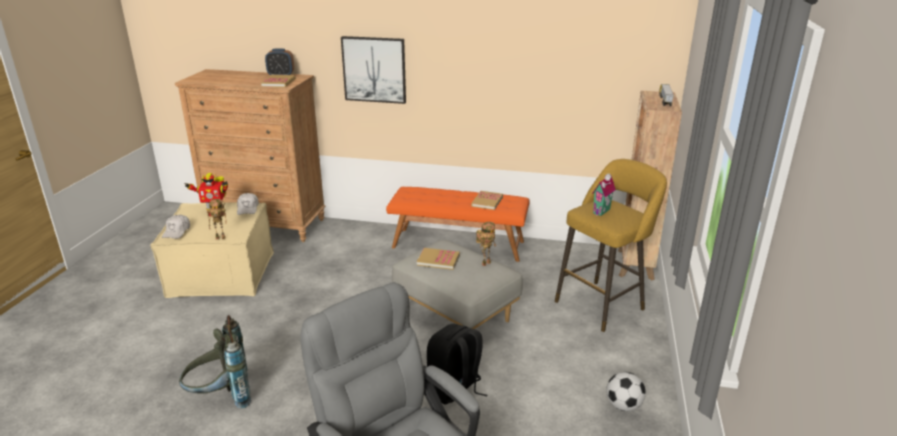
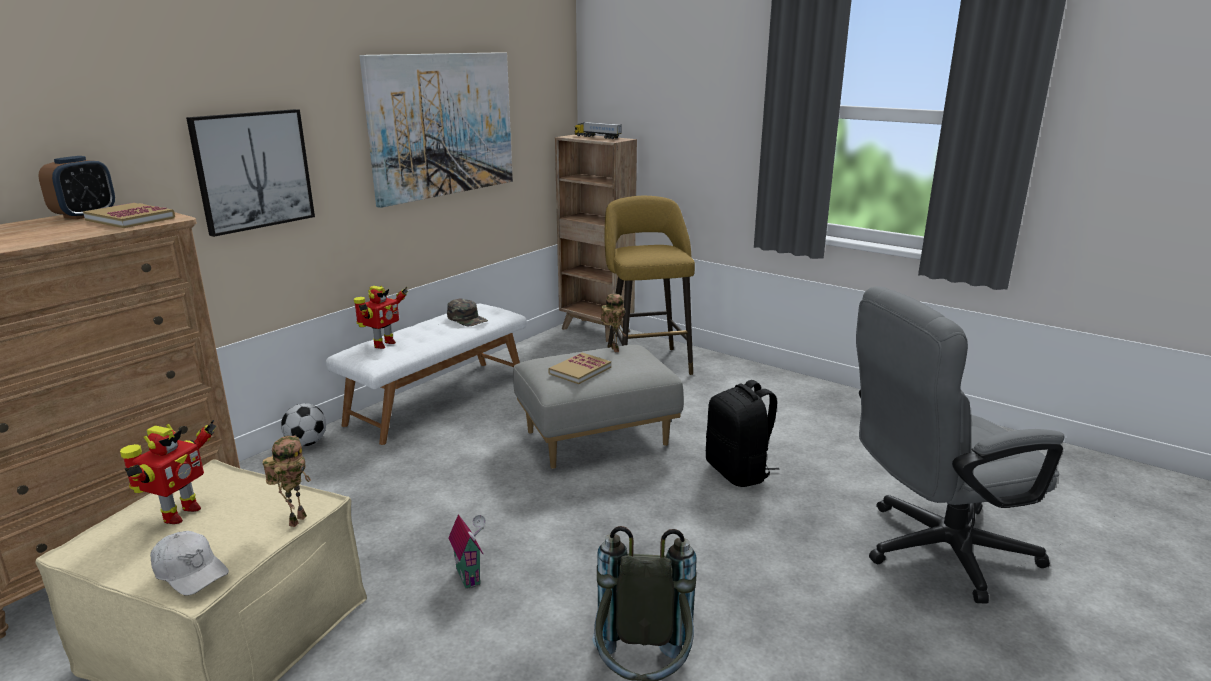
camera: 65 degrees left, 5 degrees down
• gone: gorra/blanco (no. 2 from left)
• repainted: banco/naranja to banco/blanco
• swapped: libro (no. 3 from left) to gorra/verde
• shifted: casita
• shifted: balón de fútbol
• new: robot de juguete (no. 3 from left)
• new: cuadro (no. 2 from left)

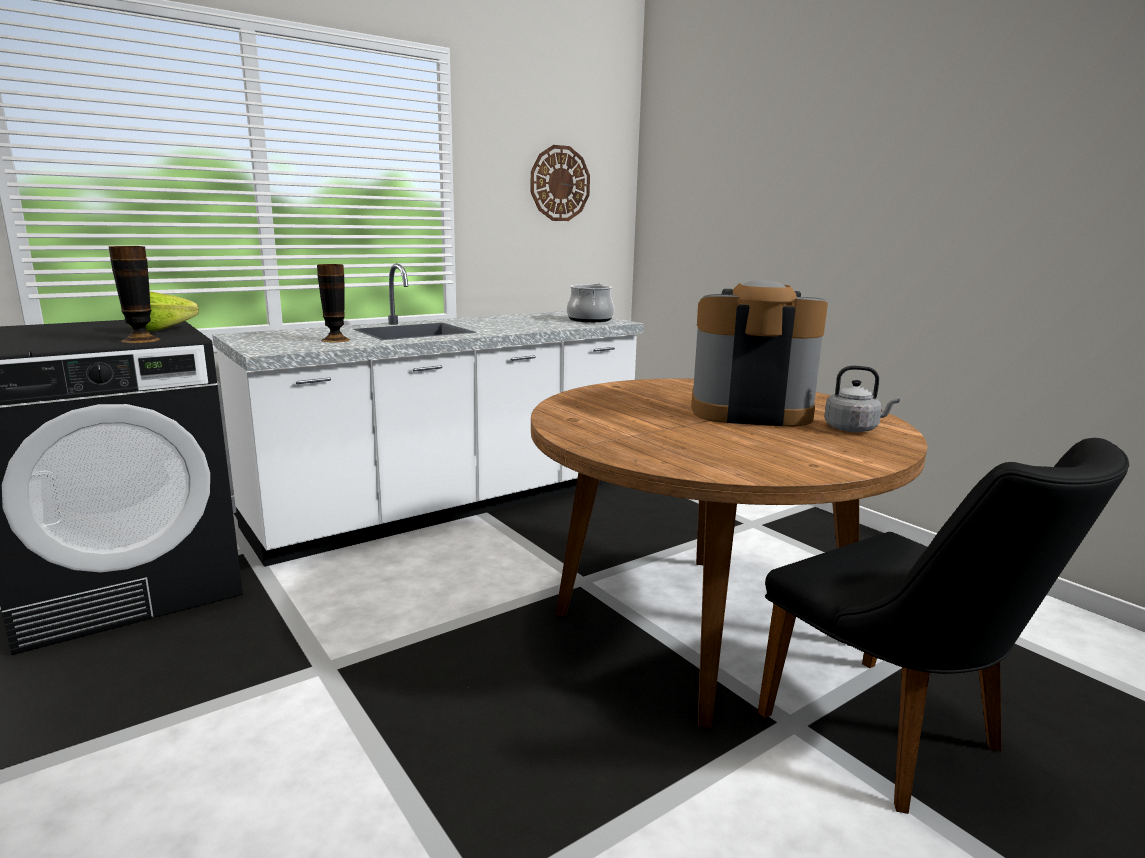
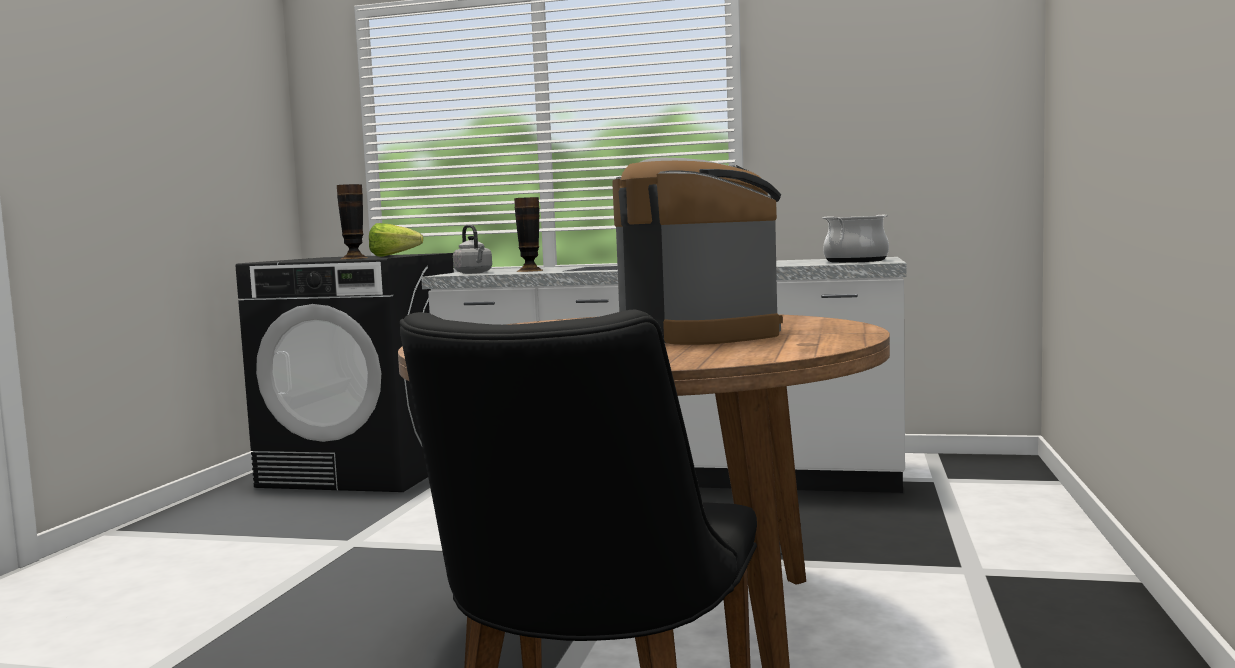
camera: 50 degrees right, 10 degrees down
• gone: reloj de pared
• shifted: hervidor/gris

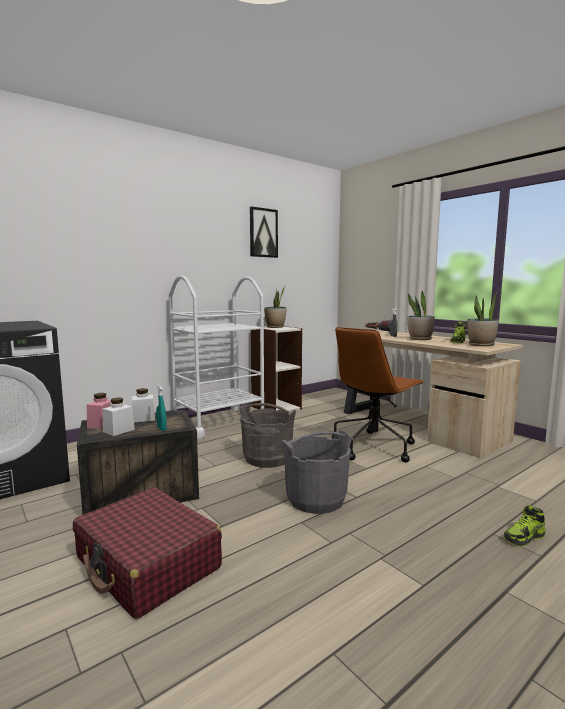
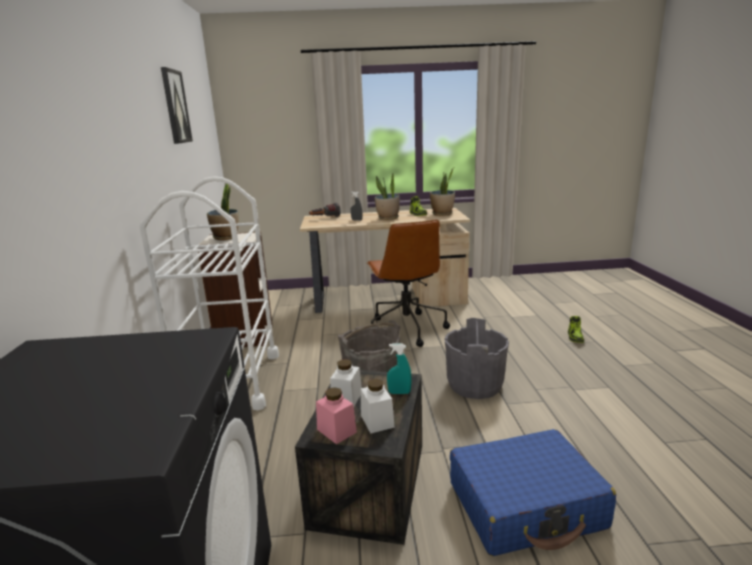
camera: 55 degrees left, 10 degrees up
• repainted: maleta/rojo to maleta/azul

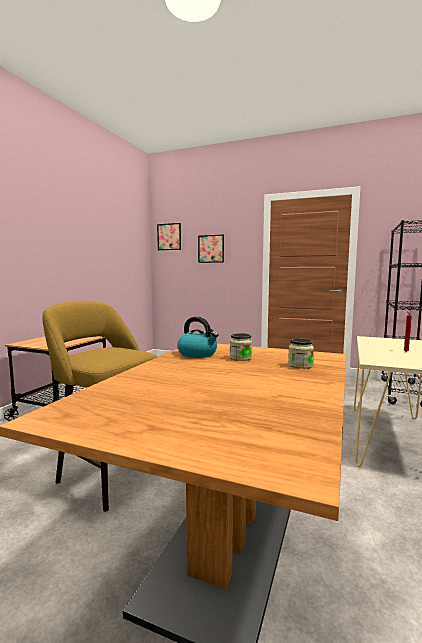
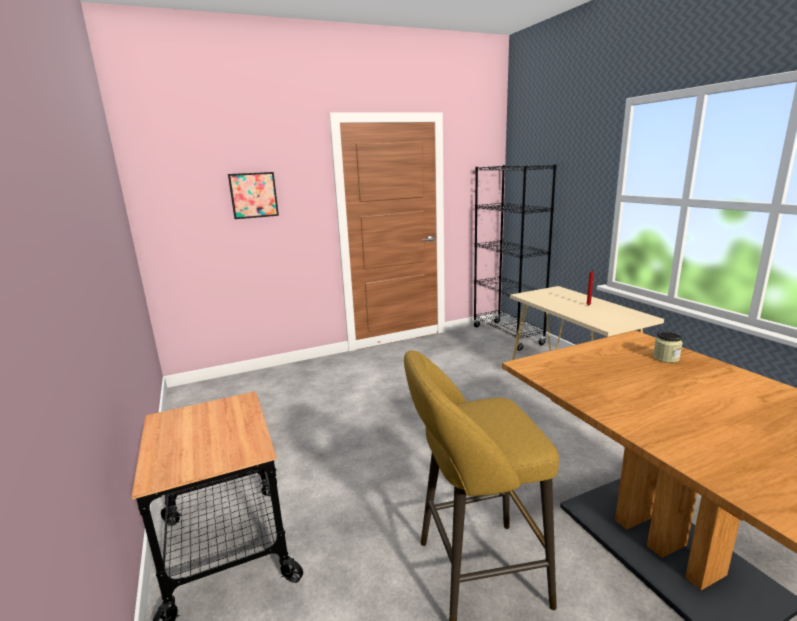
camera: 45 degrees left, 10 degrees up
• gone: cuadro (no. 1 from left)
• gone: hervidor
• gone: tarro (no. 1 from left)

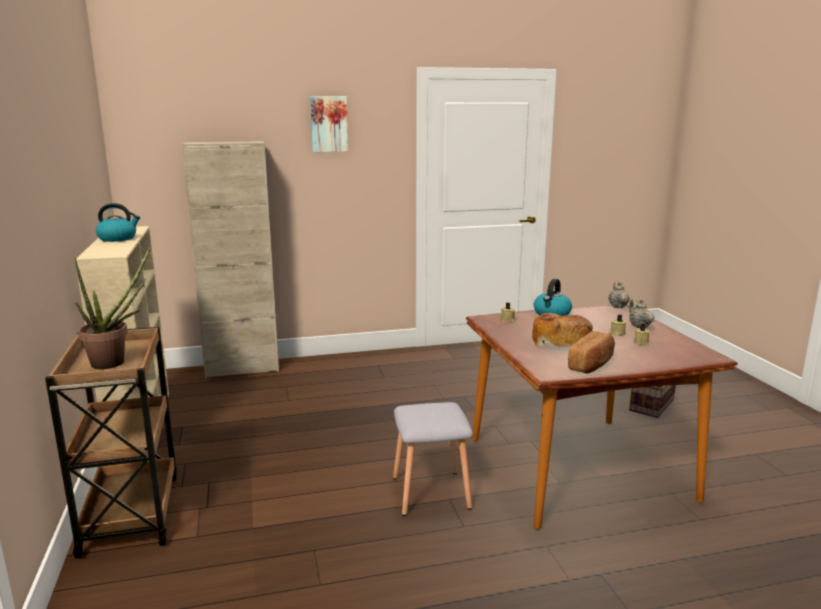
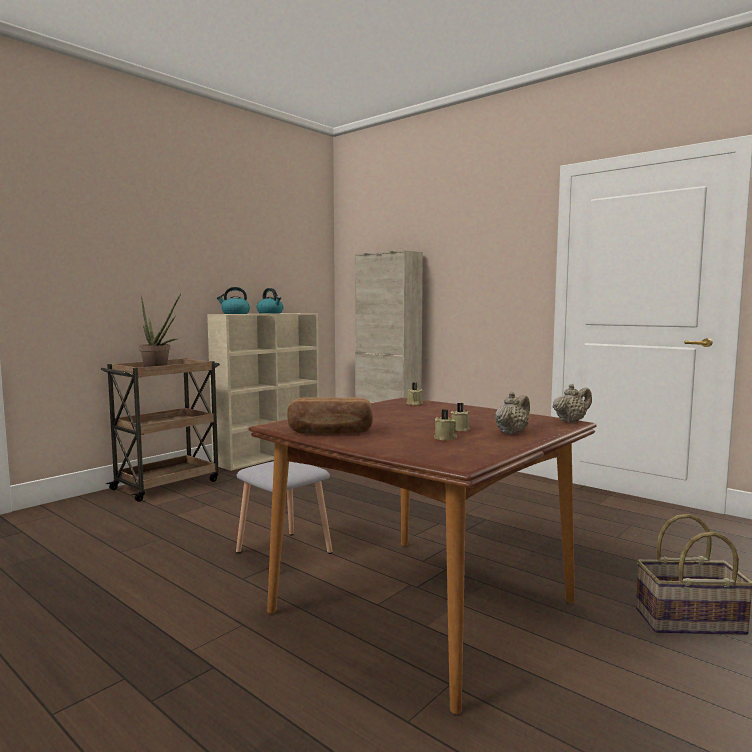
camera: 55 degrees right, 10 degrees down
• gone: cuadro
• gone: pan (no. 1 from left)
• shifted: hervidor (no. 2 from left in the first image) to hervidor (no. 1 from left)

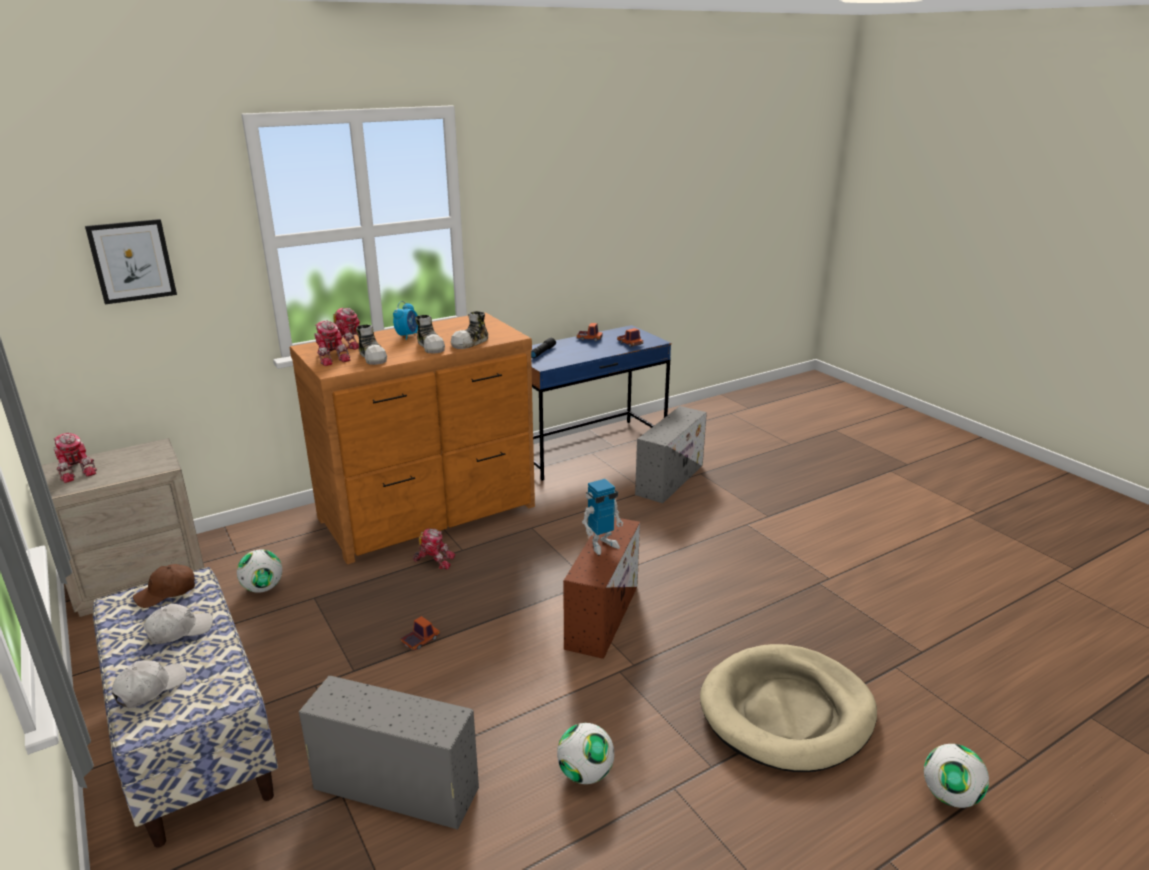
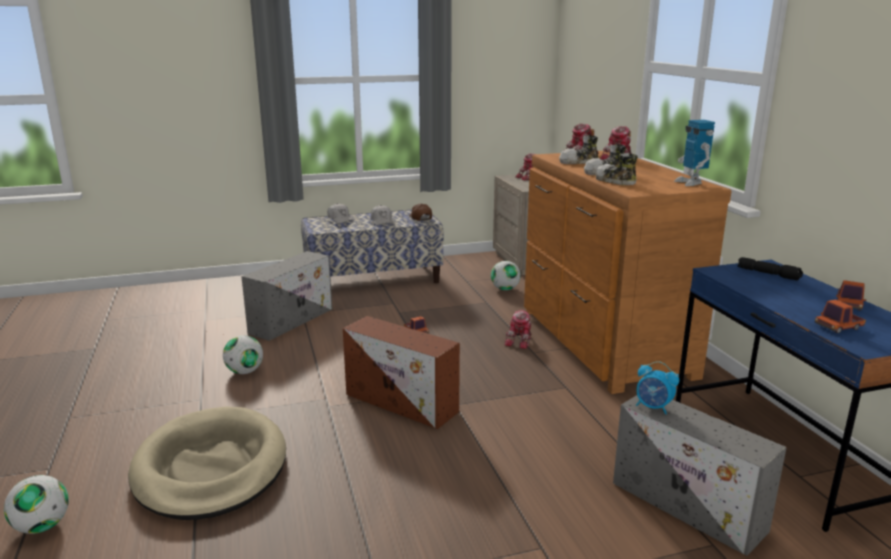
camera: 105 degrees right, 5 degrees down
• gone: cuadro
• shifted: despertador
• shifted: robot de juguete (no. 5 from left)

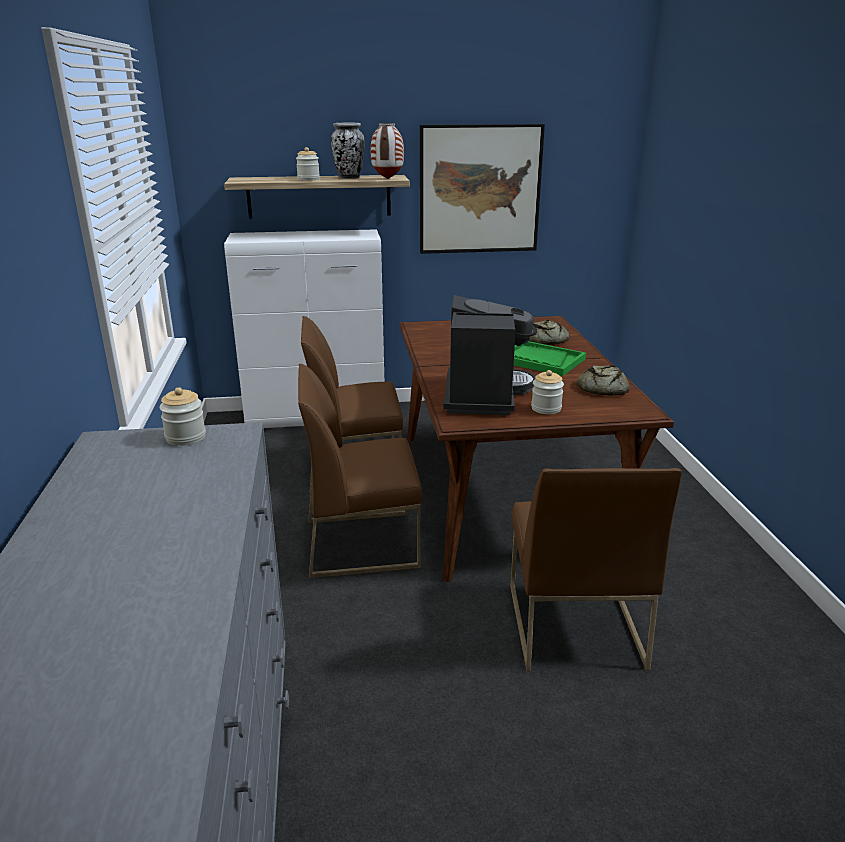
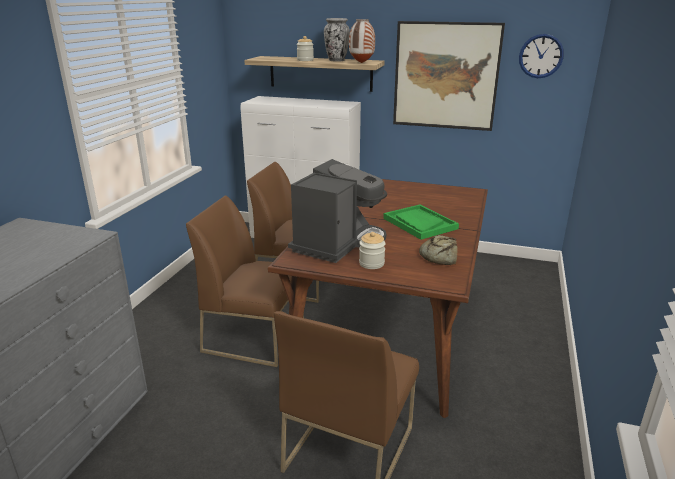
camera: 25 degrees right, 0 degrees up
• gone: tarro (no. 1 from left)
• gone: pan (no. 1 from left)
• new: reloj de pared

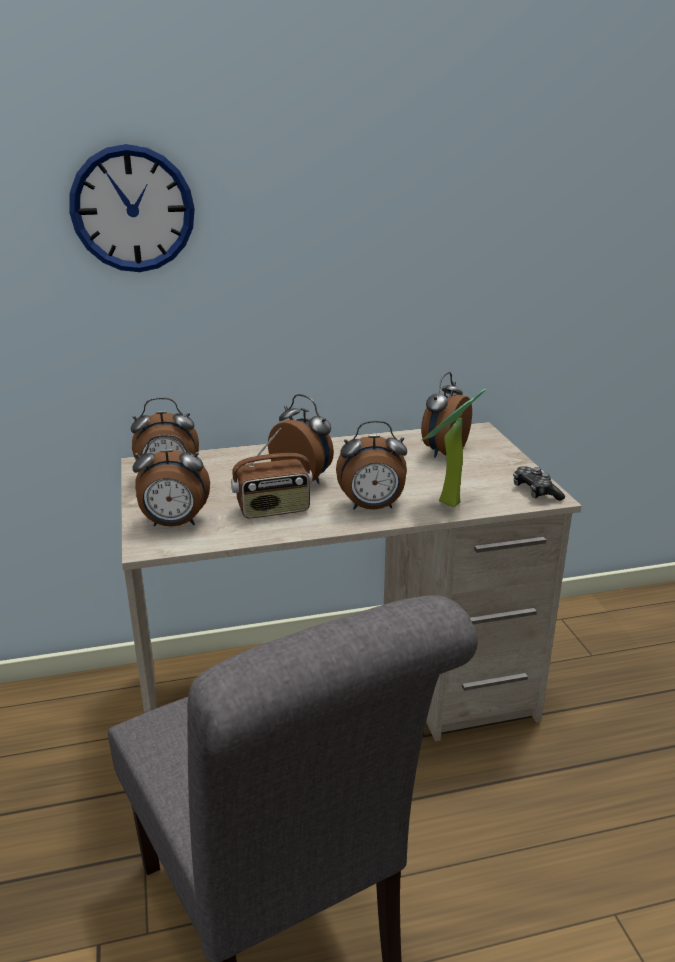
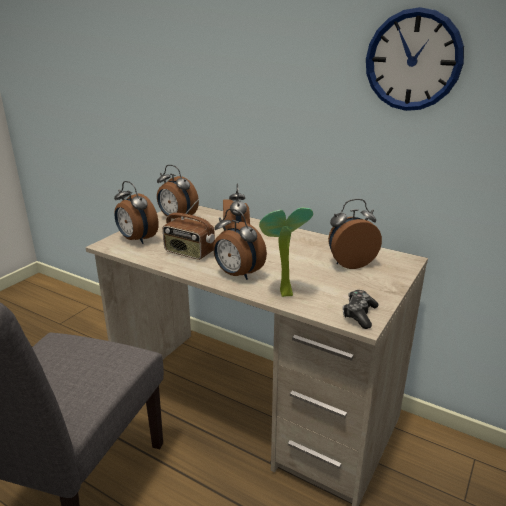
camera: 45 degrees right, 0 degrees up
• shifted: reloj de pared

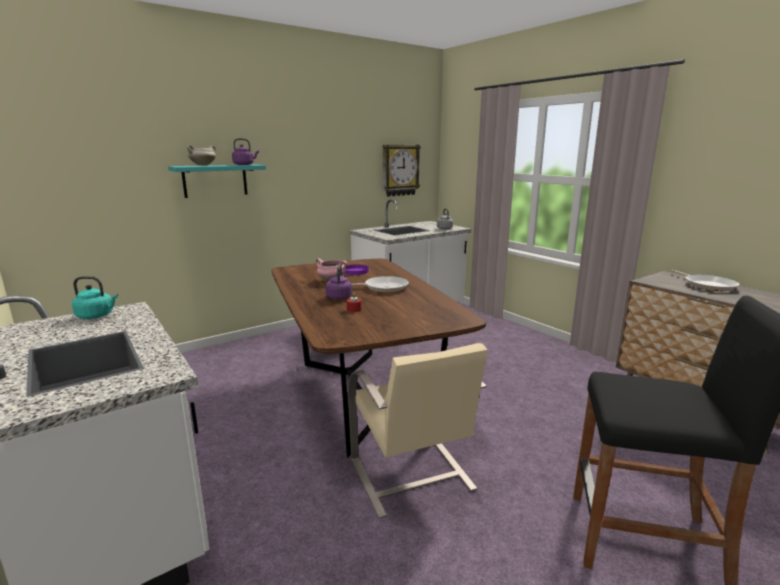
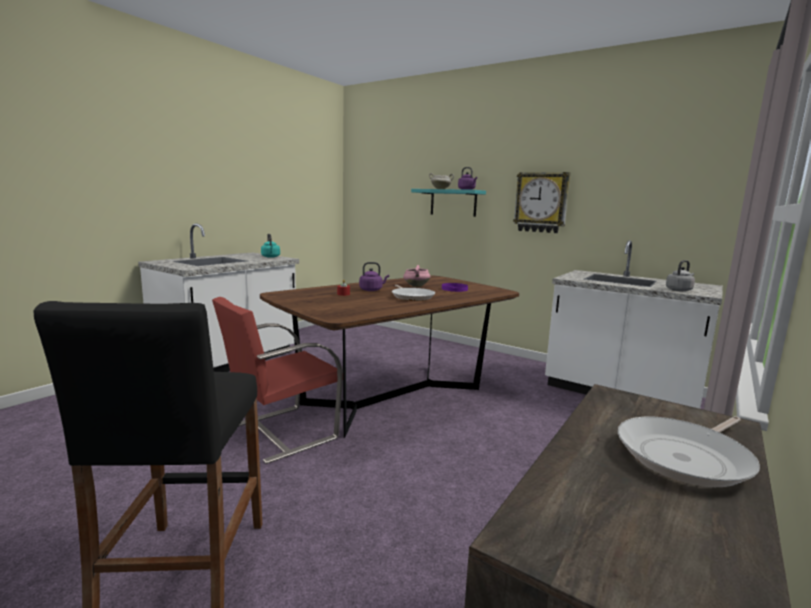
camera: 70 degrees right, 5 degrees down
• repainted: silla/beis to silla/rojo
• shifted: reloj de pared

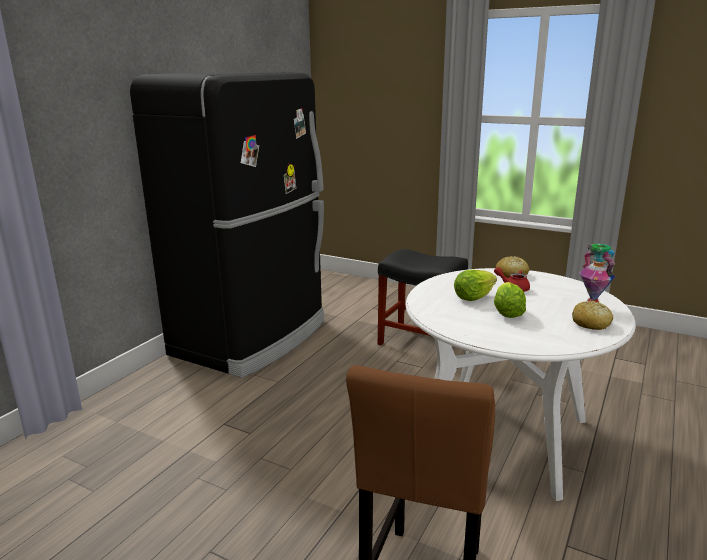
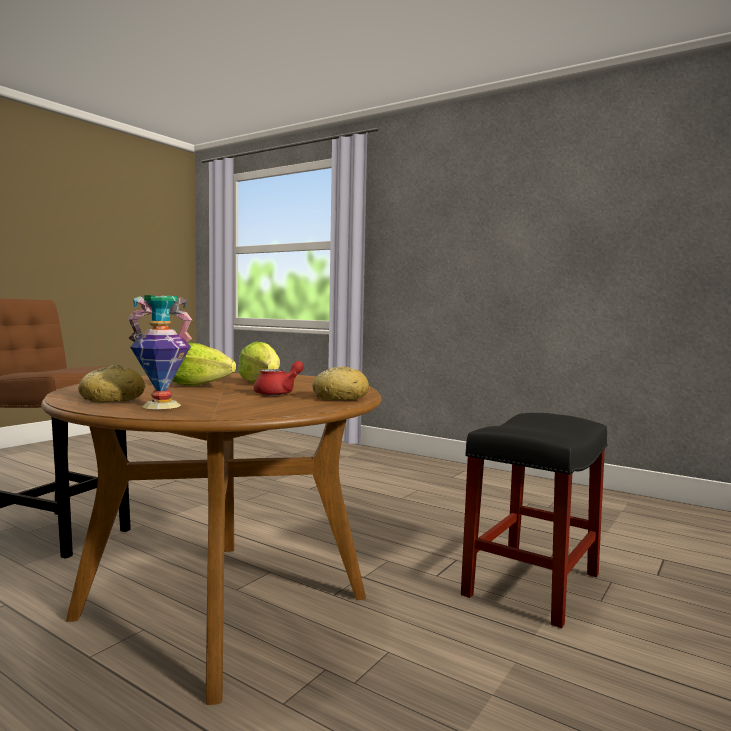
camera: 95 degrees right, 15 degrees down
• gone: nevera/negro
• repainted: mesa de comedor/blanco to mesa de comedor/marrón

